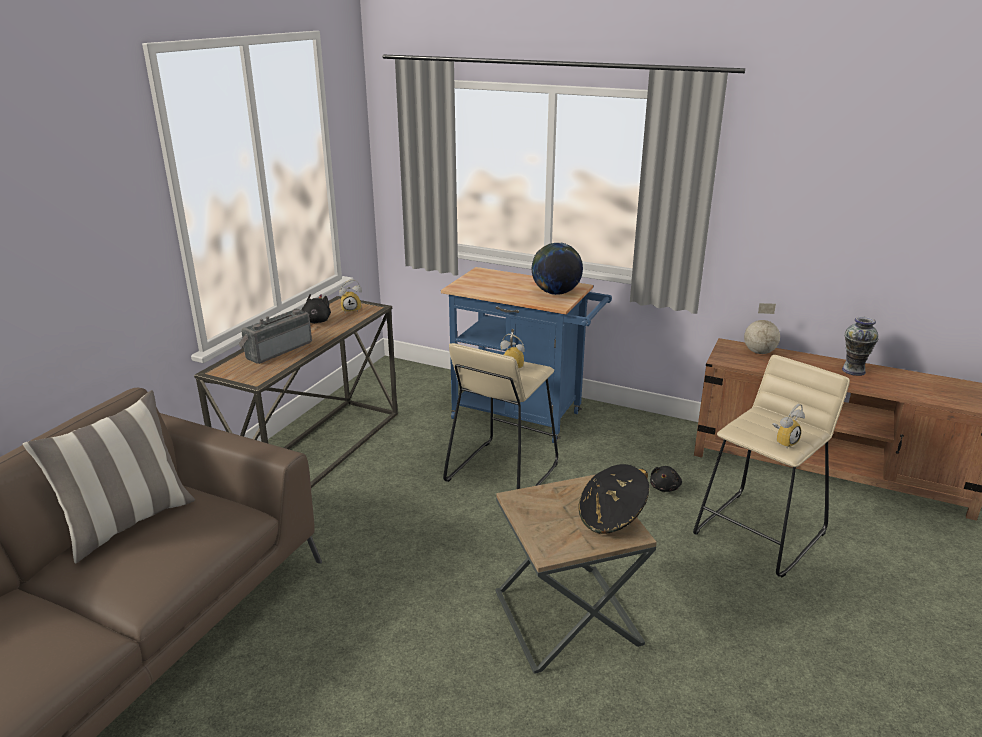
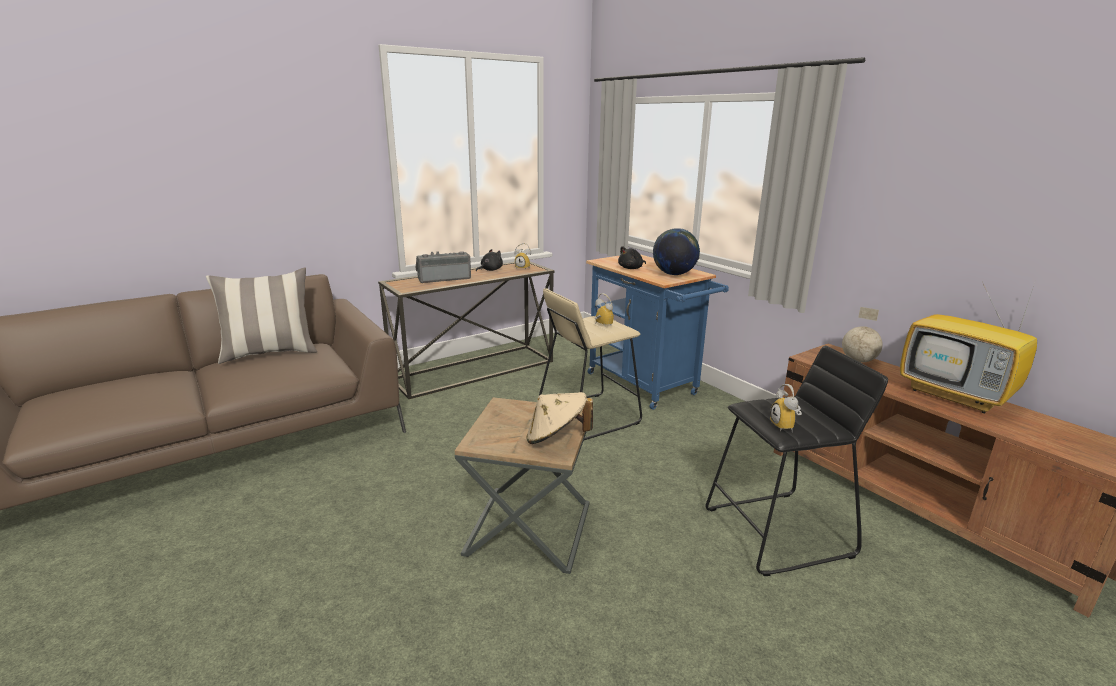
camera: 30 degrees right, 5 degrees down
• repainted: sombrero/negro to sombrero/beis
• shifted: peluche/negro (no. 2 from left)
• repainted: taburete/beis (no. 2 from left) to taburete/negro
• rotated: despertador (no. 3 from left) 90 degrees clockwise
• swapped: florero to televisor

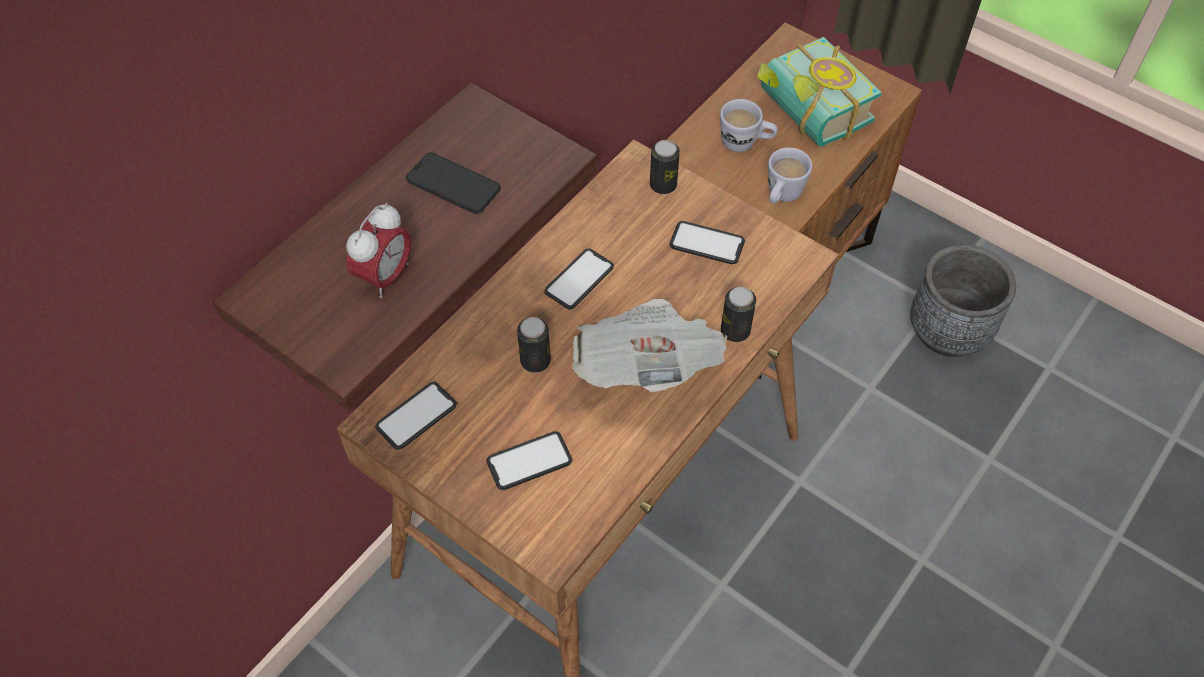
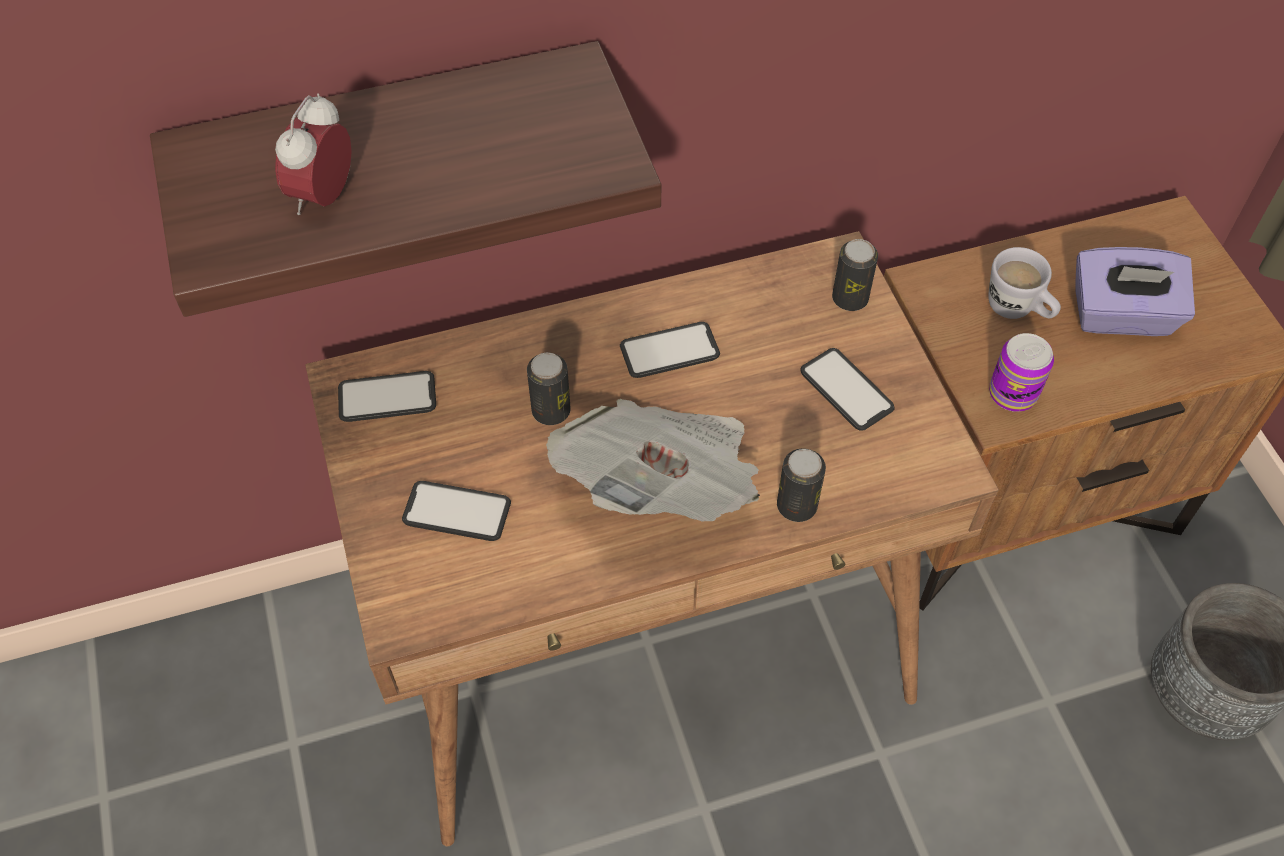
camera: 35 degrees right, 0 degrees up
• rotated: despertador 135 degrees clockwise
• gone: móvil (no. 2 from left)
• swapped: libro to caja de pañuelos/morado
• swapped: taza grande/blanco (no. 2 from left) to lata (no. 4 from left)

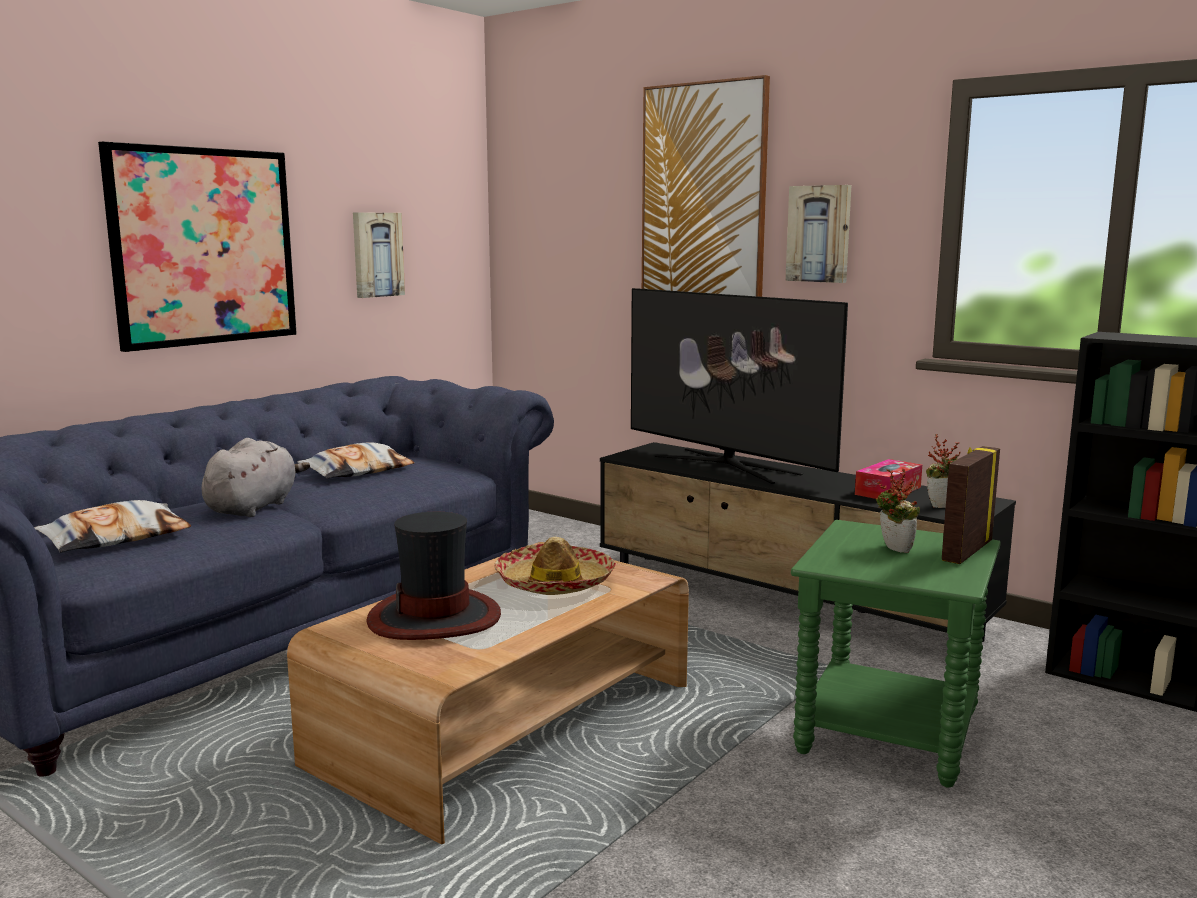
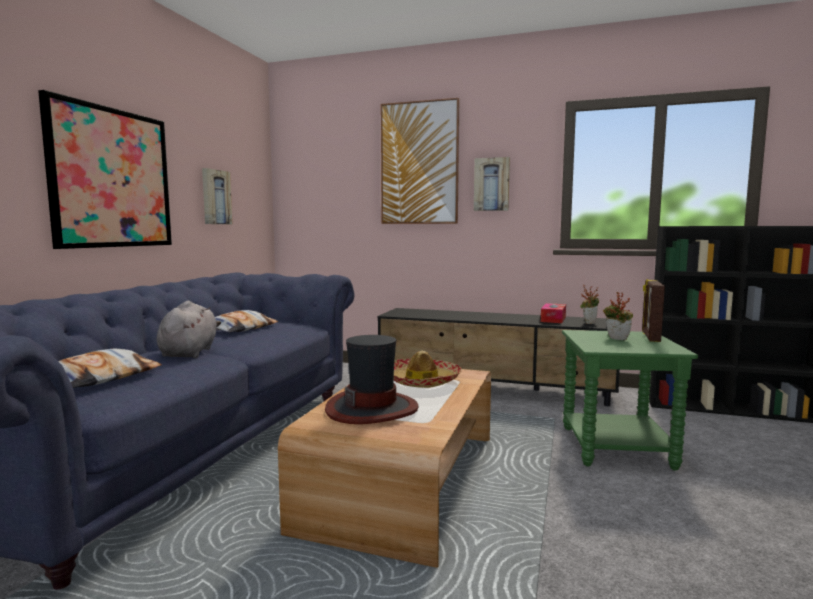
camera: 20 degrees left, 5 degrees down
• gone: televisor

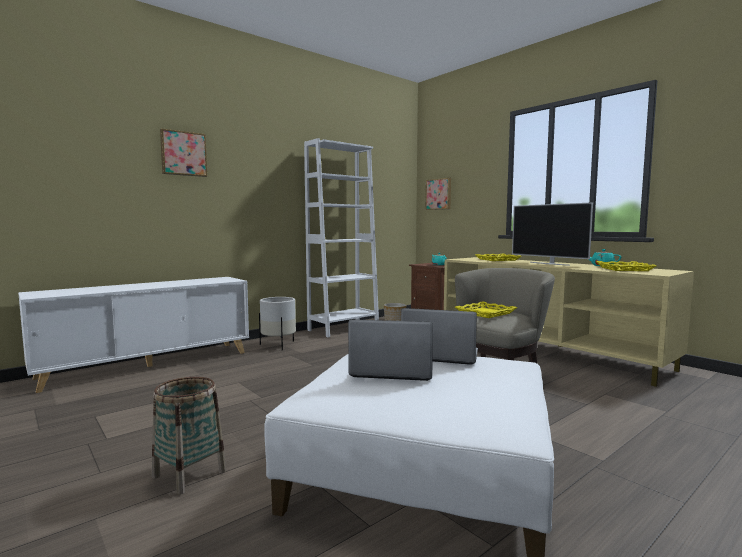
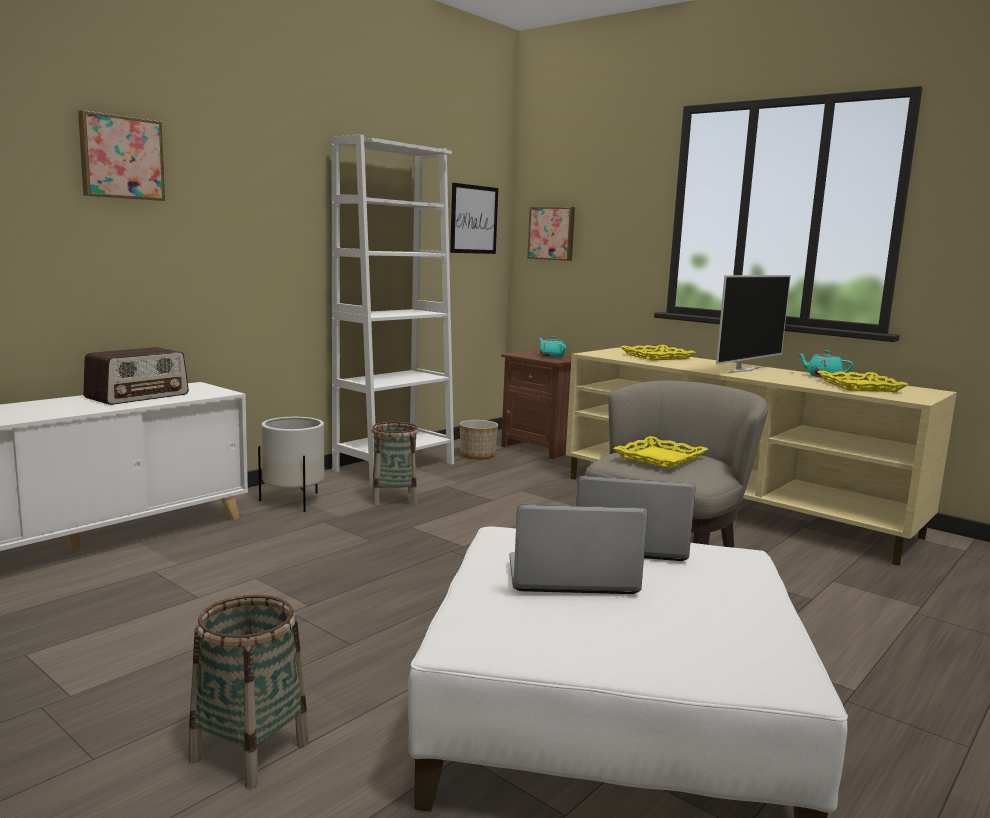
camera: 10 degrees left, 5 degrees up
• rotated: televisor 90 degrees counterclockwise
• new: radio
• new: cesta (no. 2 from left)
• new: cuadro (no. 2 from left)

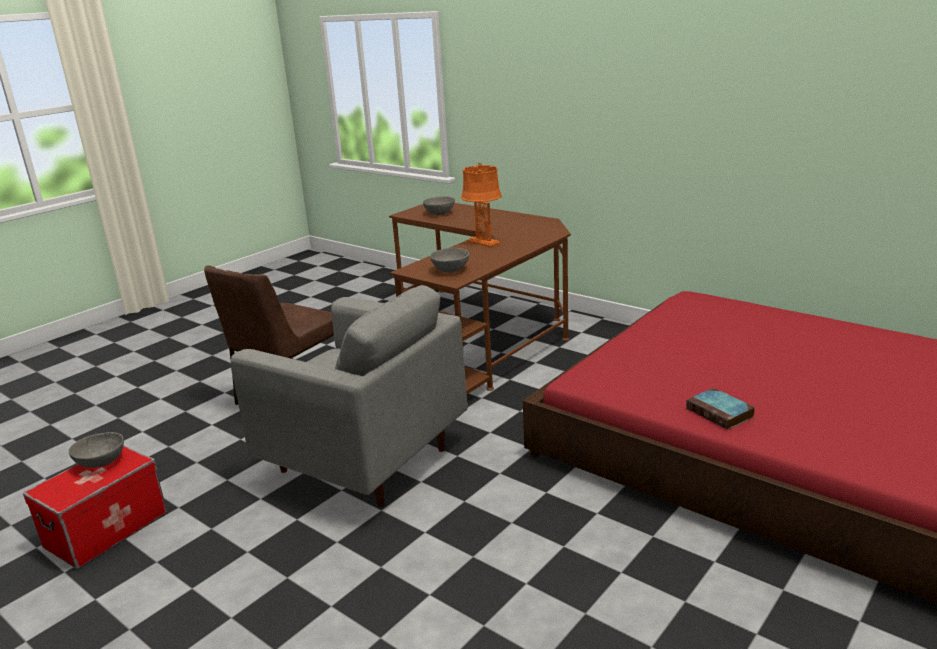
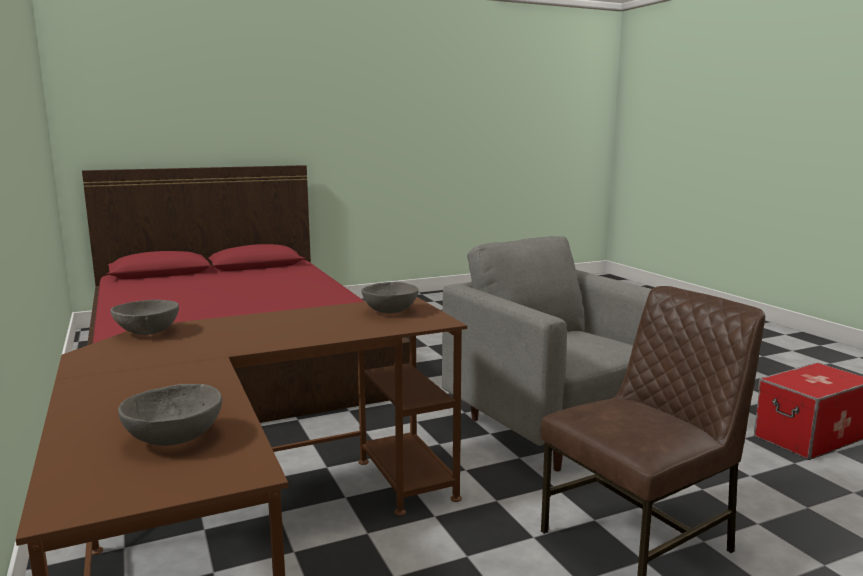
camera: 155 degrees left, 10 degrees down
• shifted: cuenco/gris (no. 1 from left)
• gone: lámpara de mesa/naranja
• gone: libro

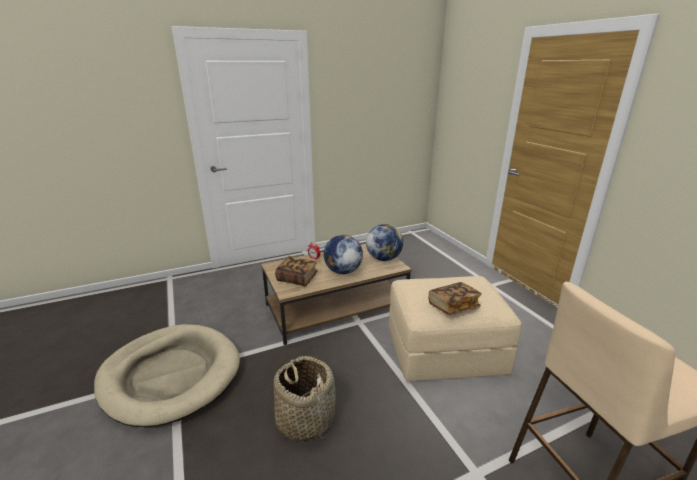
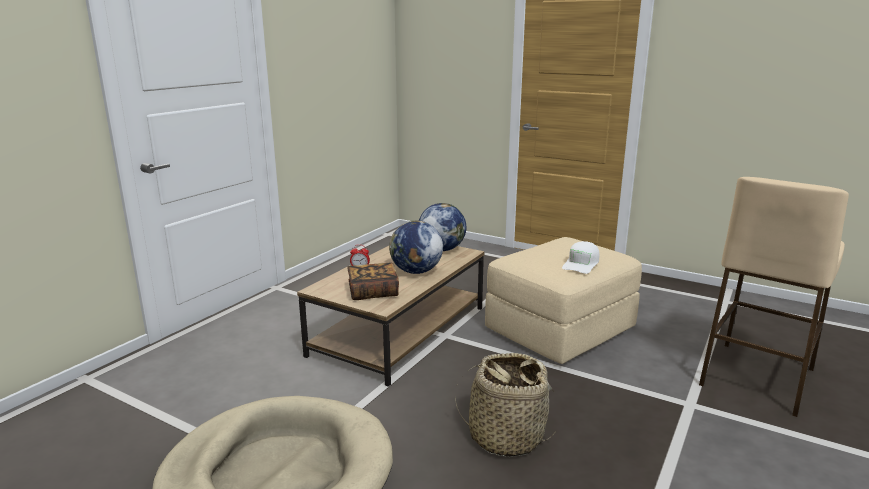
camera: 35 degrees left, 5 degrees down
• swapped: libro (no. 2 from left) to gorra/blanco

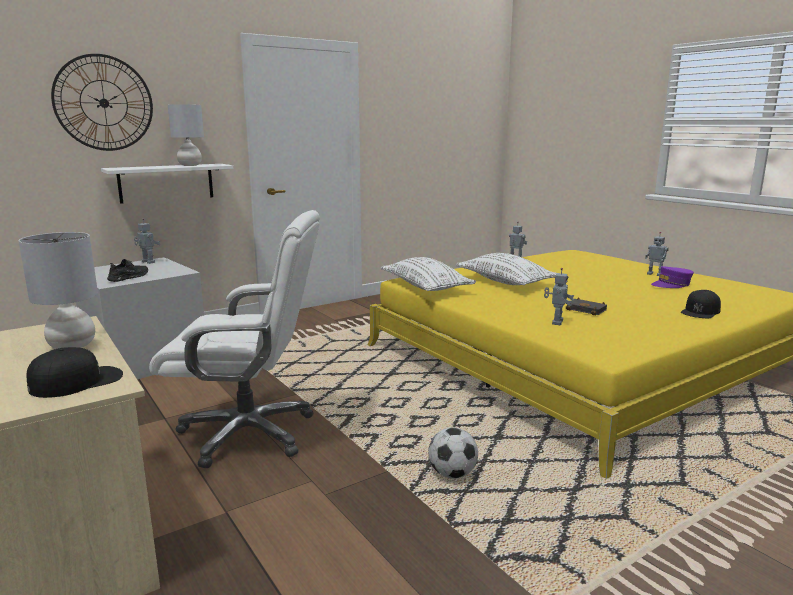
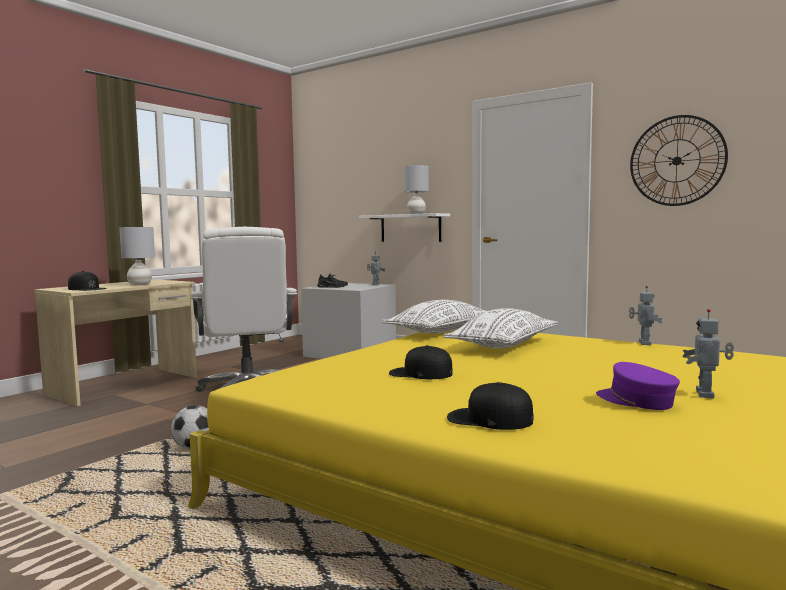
camera: 70 degrees right, 10 degrees down
• shifted: reloj de pared
• gone: robot de juguete (no. 3 from left)
• swapped: libro/negro to gorra/negro (no. 2 from left)

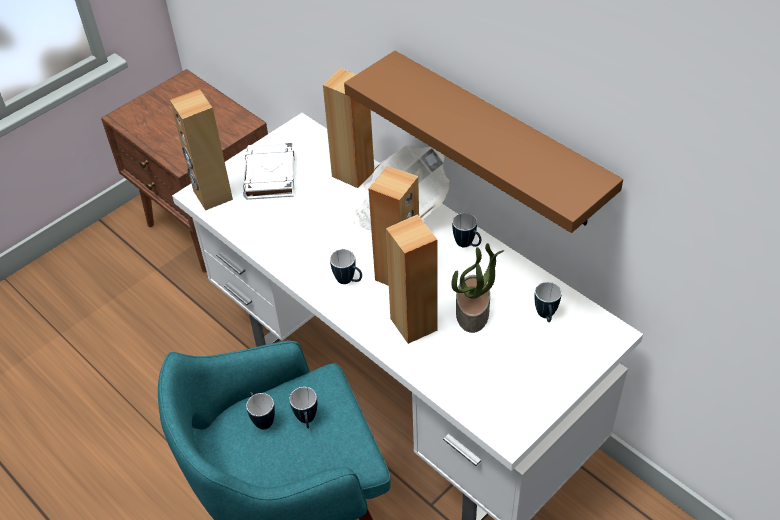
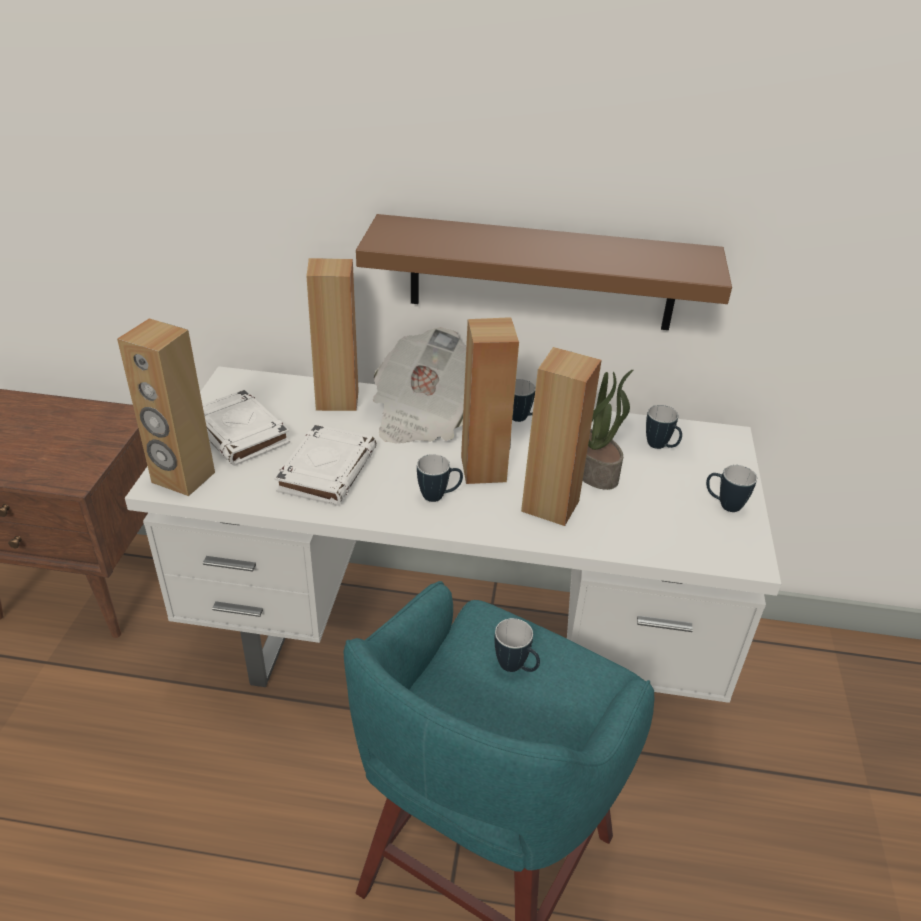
camera: 40 degrees left, 10 degrees down
• shifted: taza grande (no. 1 from left in the first image) to taza grande (no. 5 from left)
• new: libro/blanco (no. 2 from left)

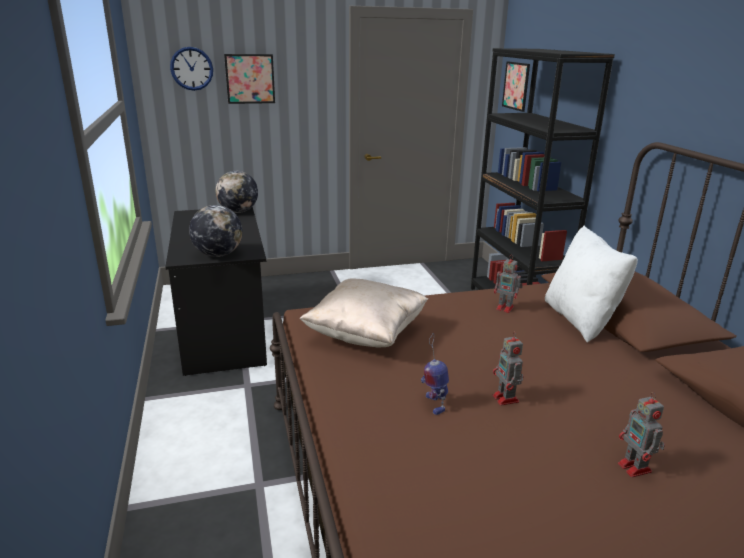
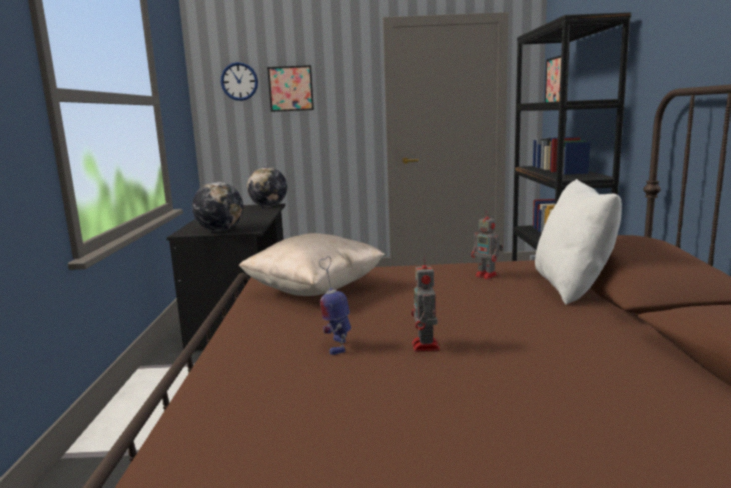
camera: 15 degrees right, 10 degrees down
• gone: robot de juguete (no. 4 from left)

